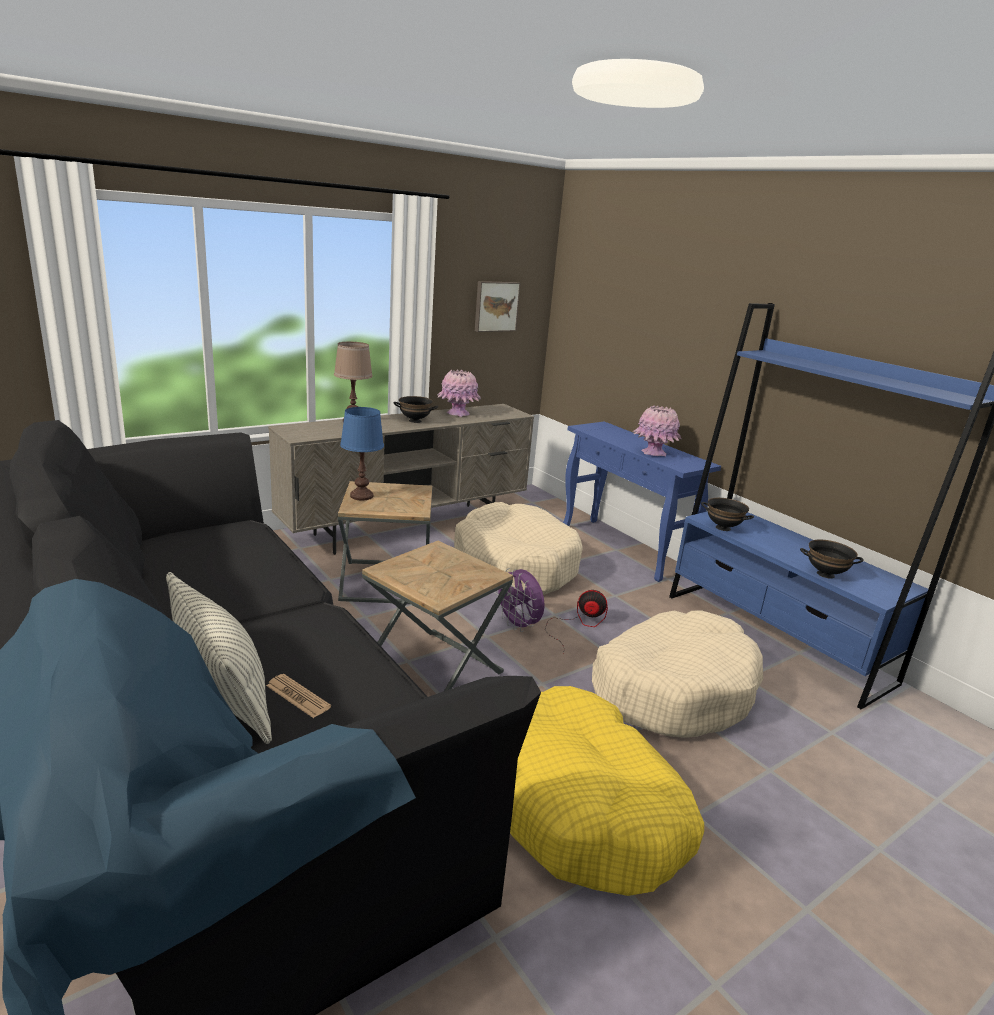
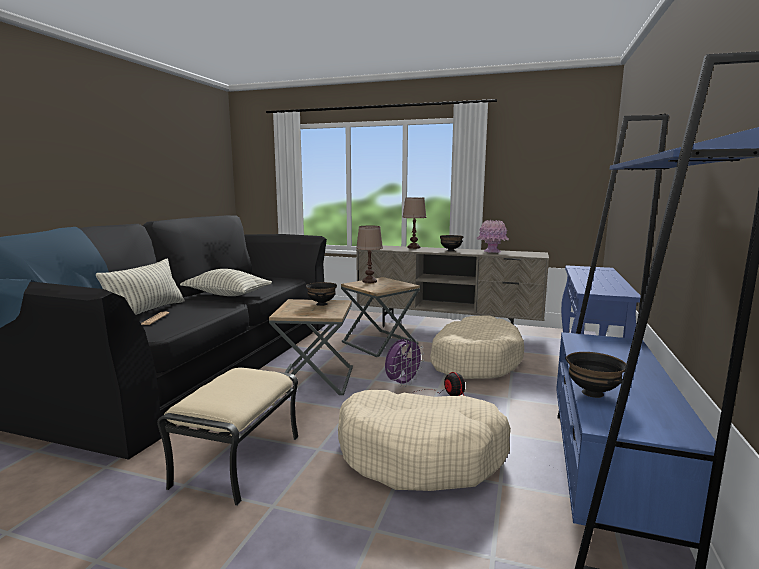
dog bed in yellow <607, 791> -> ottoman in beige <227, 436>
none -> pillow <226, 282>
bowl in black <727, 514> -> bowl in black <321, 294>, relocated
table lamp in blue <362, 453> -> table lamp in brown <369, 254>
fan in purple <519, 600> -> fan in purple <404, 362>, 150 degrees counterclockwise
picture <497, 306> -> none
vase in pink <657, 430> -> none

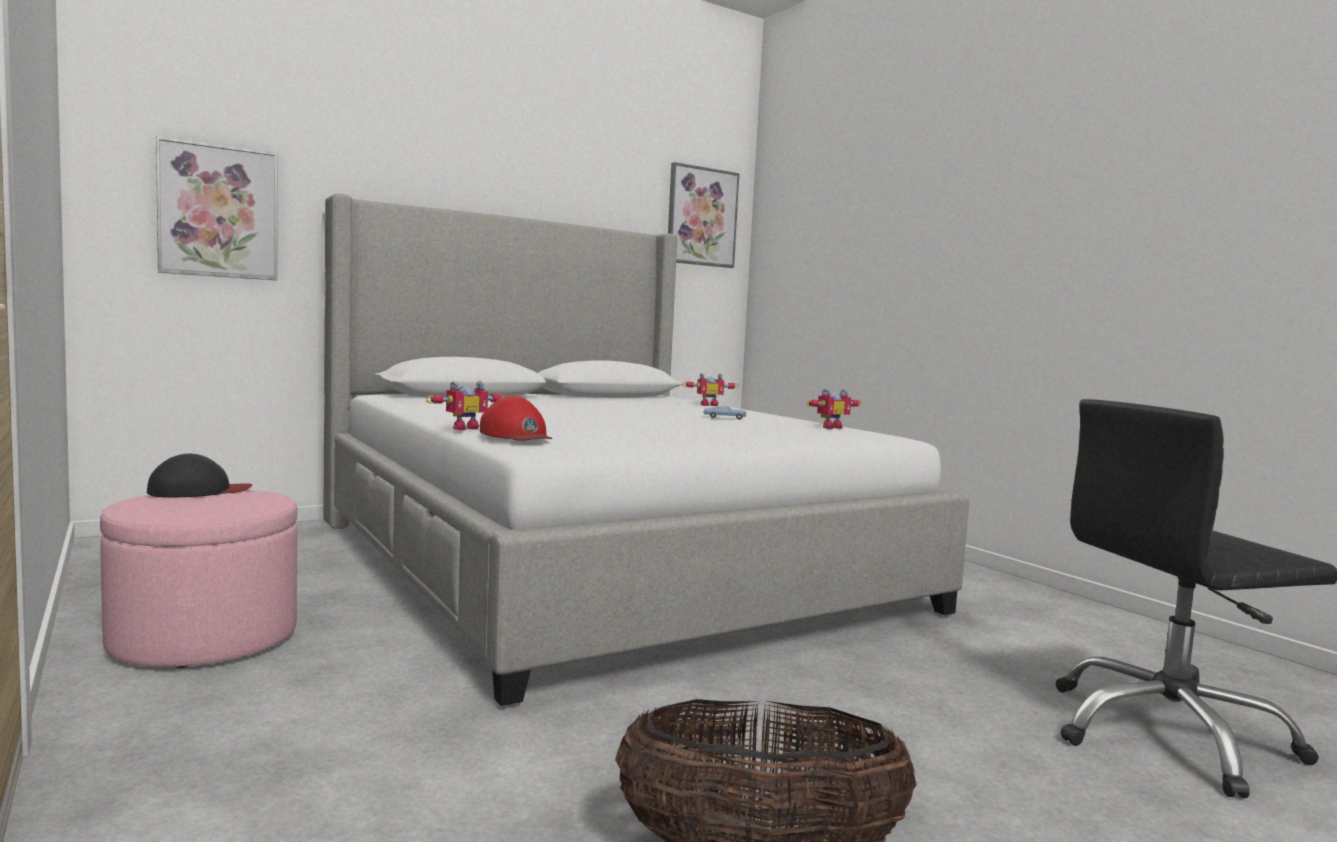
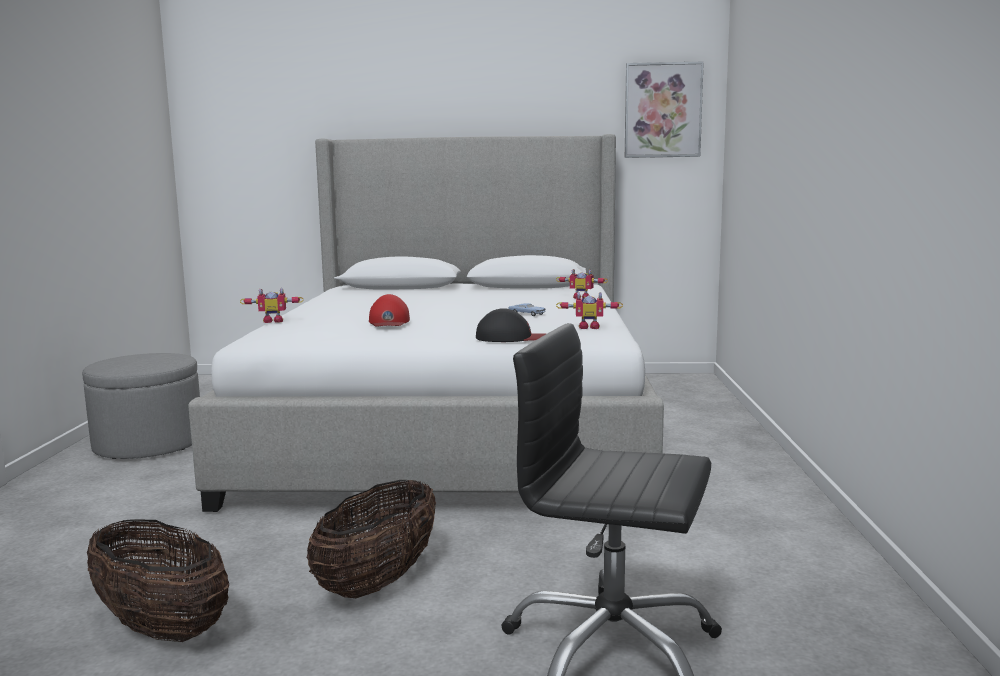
ottoman in pink <198, 579> -> ottoman in grey <141, 406>
none -> basket <371, 539>
cap in red <516, 418> -> cap in red <389, 310>, relocated
cap in black <199, 475> -> cap in black <511, 325>, relocated
picture <216, 208> -> none

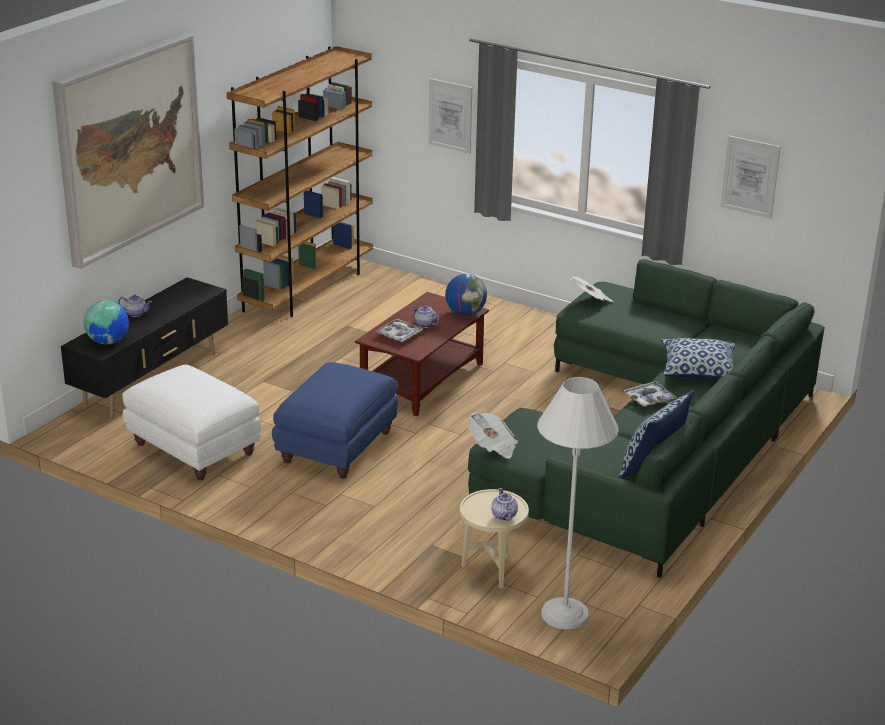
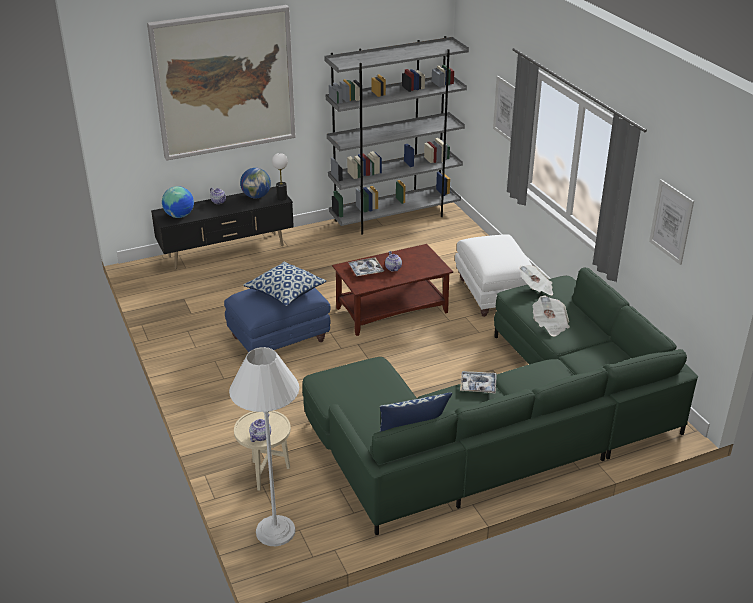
globe <466, 295> -> globe <255, 183>, relocated
pillow <698, 359> -> pillow <284, 283>, relocated
none -> table lamp <280, 177>
bookcase in brown <300, 181> -> bookcase in grey <396, 135>
ottoman in white <192, 422> -> ottoman in white <494, 275>, relocated
newspaper <493, 435> -> newspaper <551, 316>, relocated

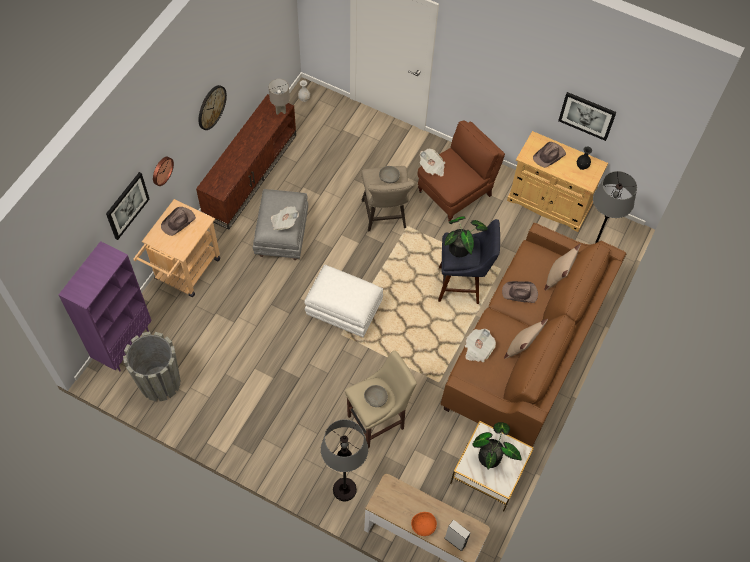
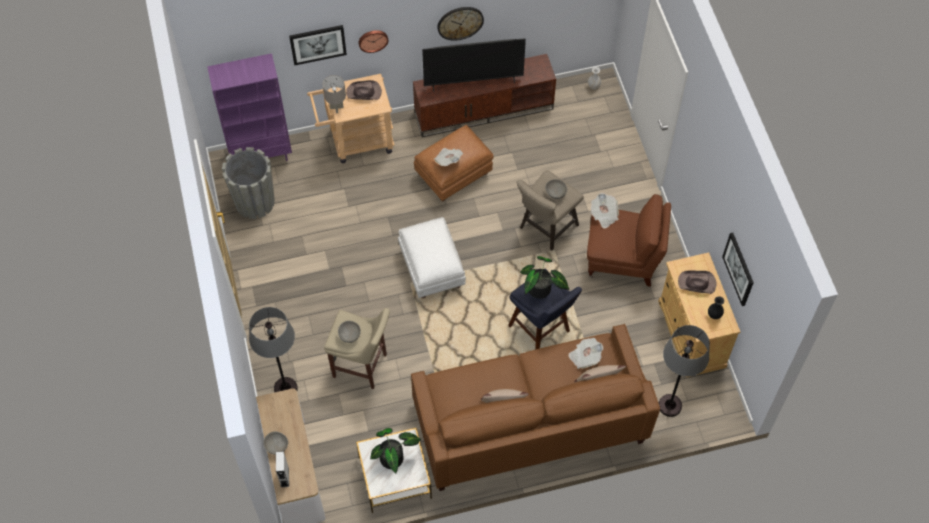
bowl in orange <424, 524> -> bowl in grey <275, 443>
table lamp in grey <279, 97> -> table lamp in grey <334, 94>, relocated
ottoman in grey <280, 224> -> ottoman in brown <454, 163>
none -> television <474, 65>
newspaper <480, 345> -> newspaper <586, 353>, relocated
hat in brown <520, 292> -> none

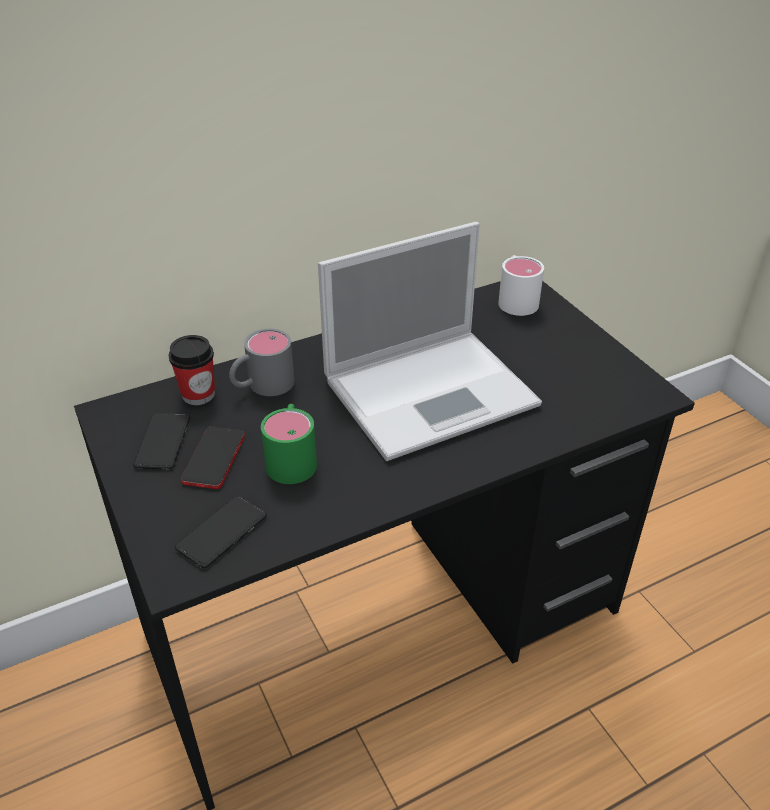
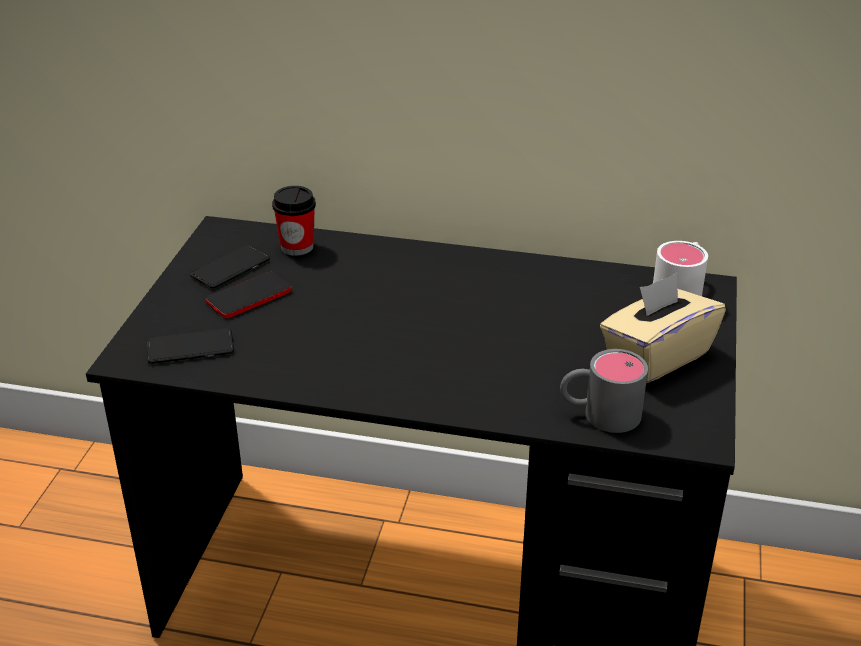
mug in grey <262, 362> -> mug in grey <604, 391>, relocated
none -> tissue box in beige <663, 328>
mug in green <289, 444> -> none
laptop <430, 341> -> none

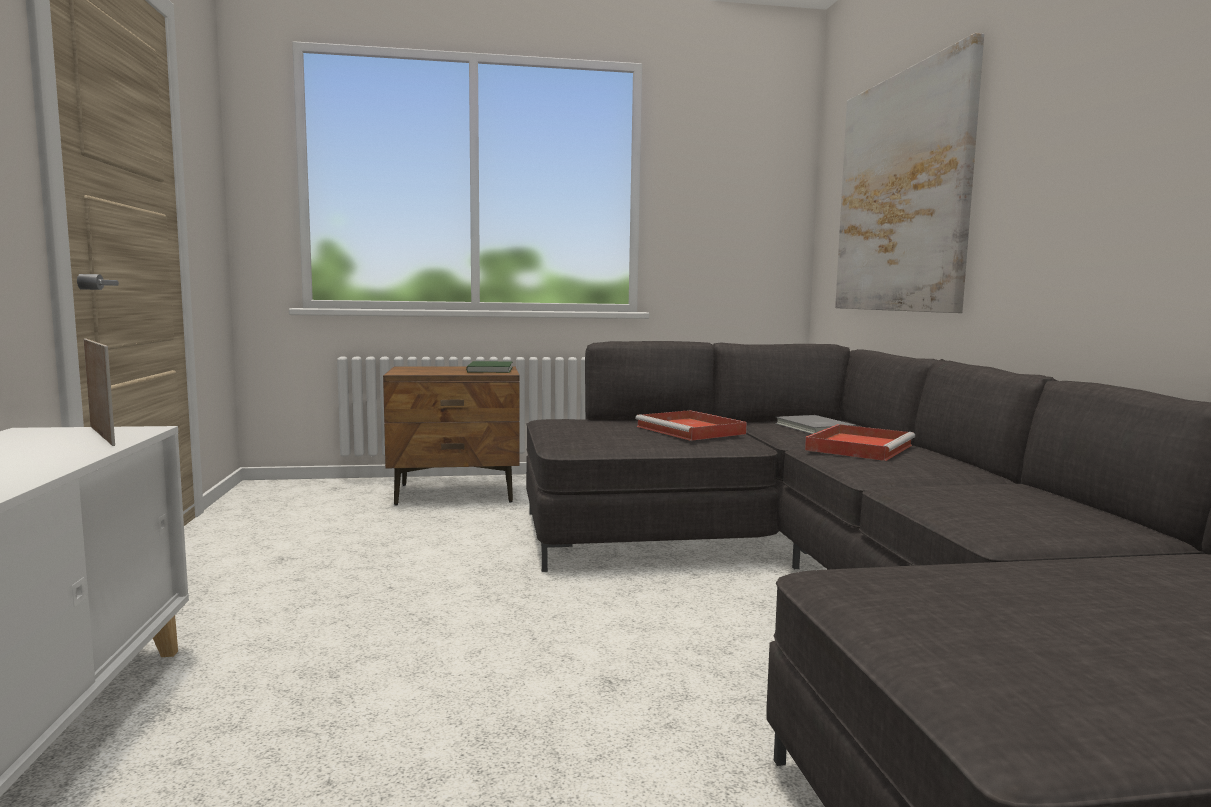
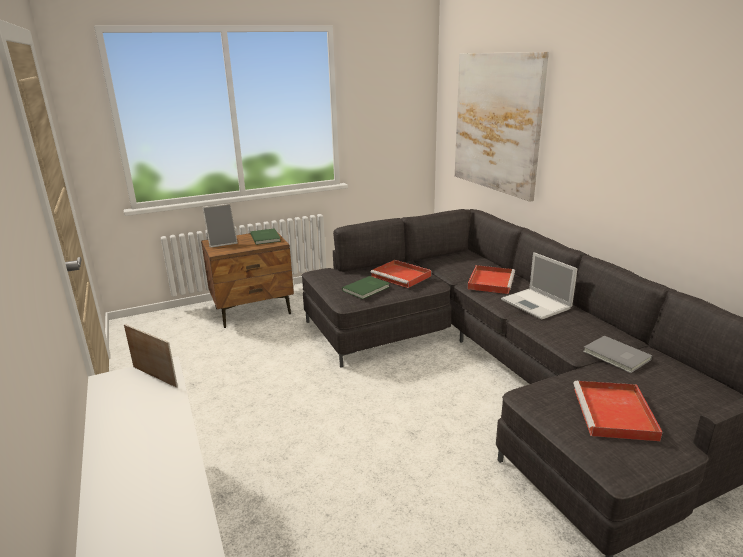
none -> picture frame <220, 226>
none -> book in green <366, 287>
none -> laptop <539, 286>
none -> tray in red <618, 411>
book in grey <815, 424> -> book in grey <617, 354>, relocated

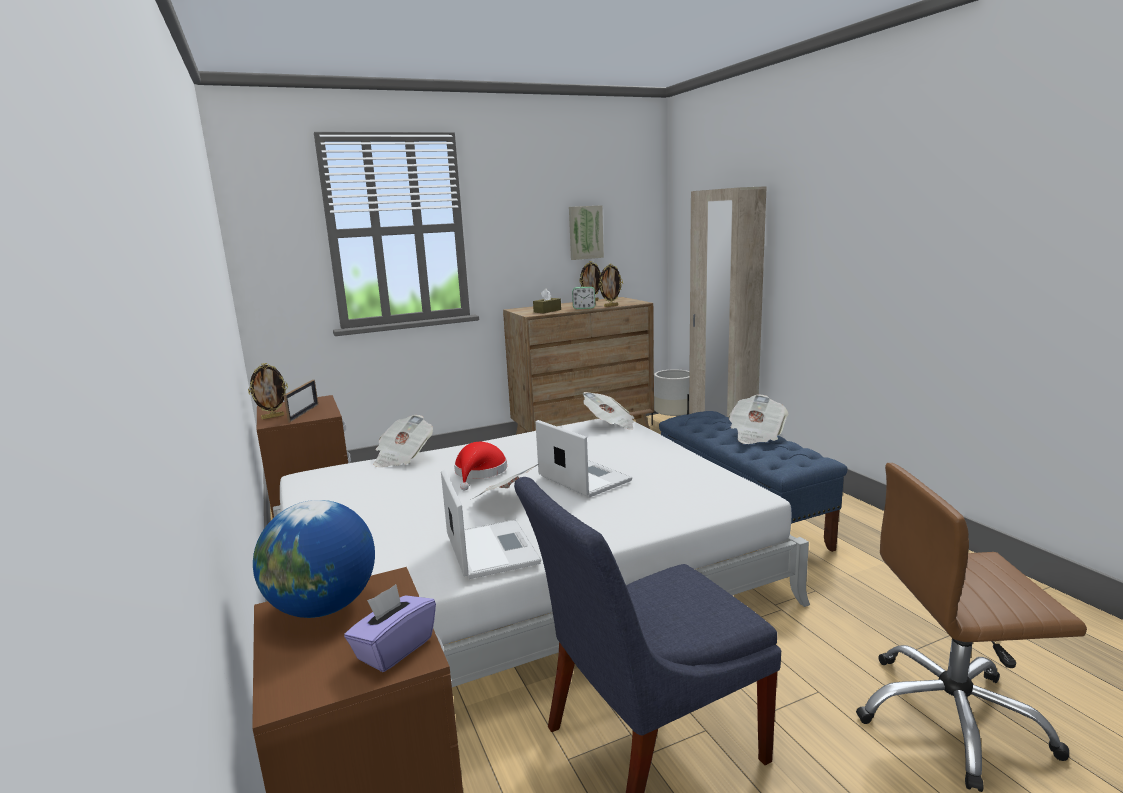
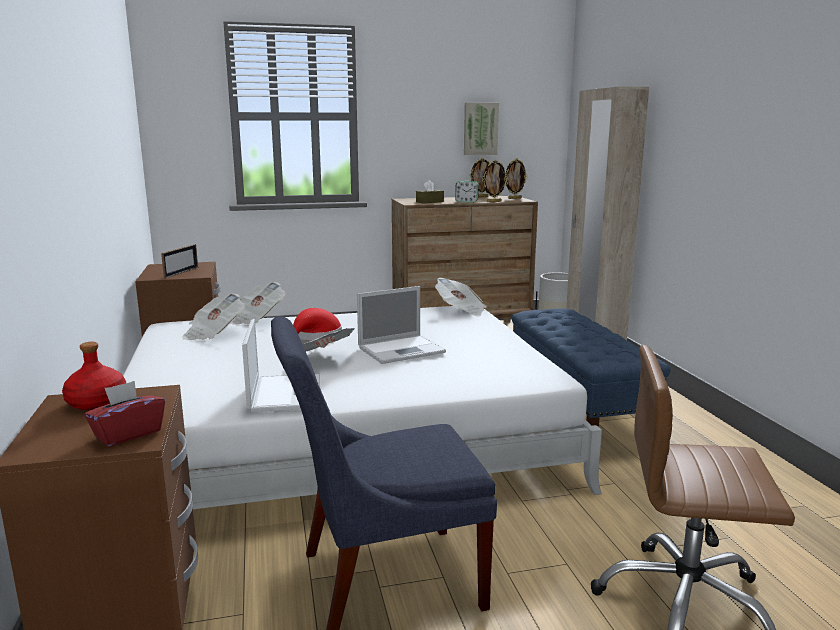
globe <314, 559> -> bottle in red <94, 376>
tissue box in purple <390, 628> -> tissue box in red <124, 414>
newspaper <758, 419> -> newspaper <213, 316>, relocated
laptop <583, 459> -> laptop <401, 325>, 90 degrees clockwise
picture frame <268, 391> -> picture frame <517, 178>, relocated

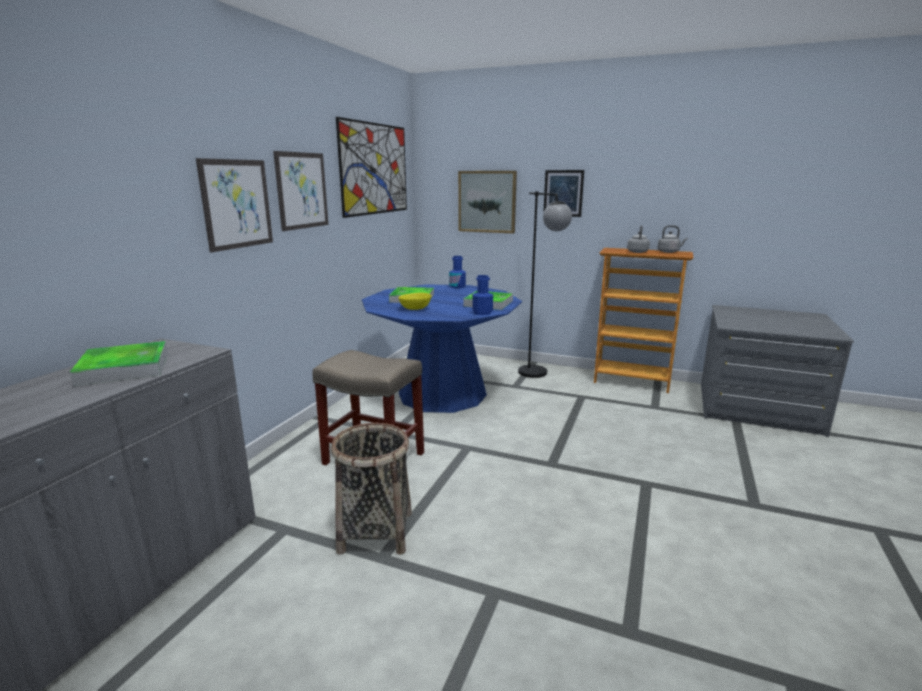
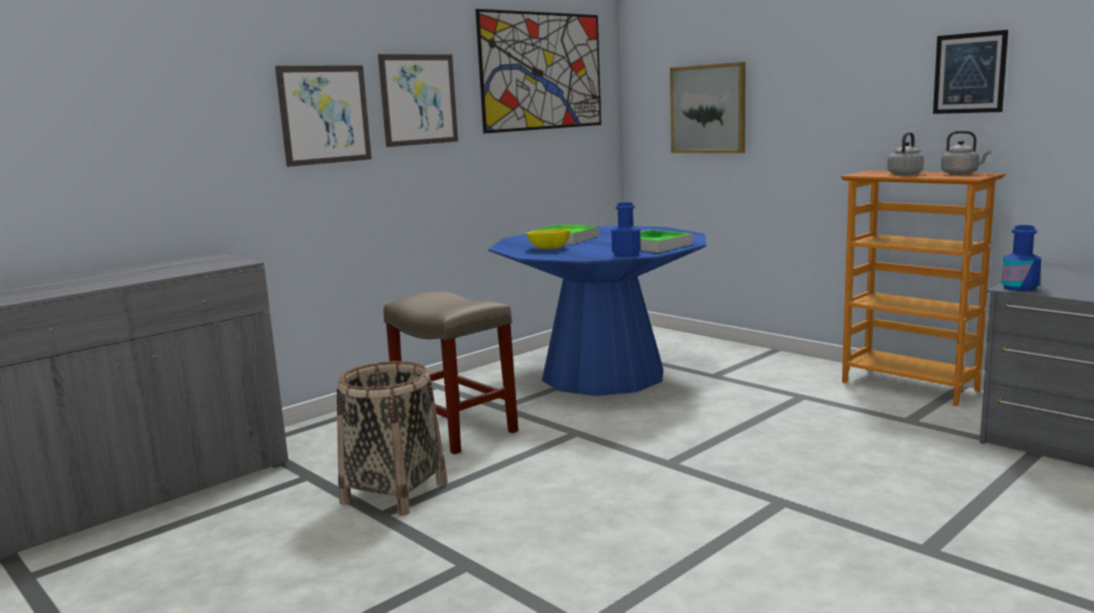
picture <563, 193> -> picture <970, 72>, relocated
bottle in blue <457, 272> -> bottle in blue <1021, 258>, relocated
tray <119, 363> -> none
floor lamp in black <545, 284> -> none

